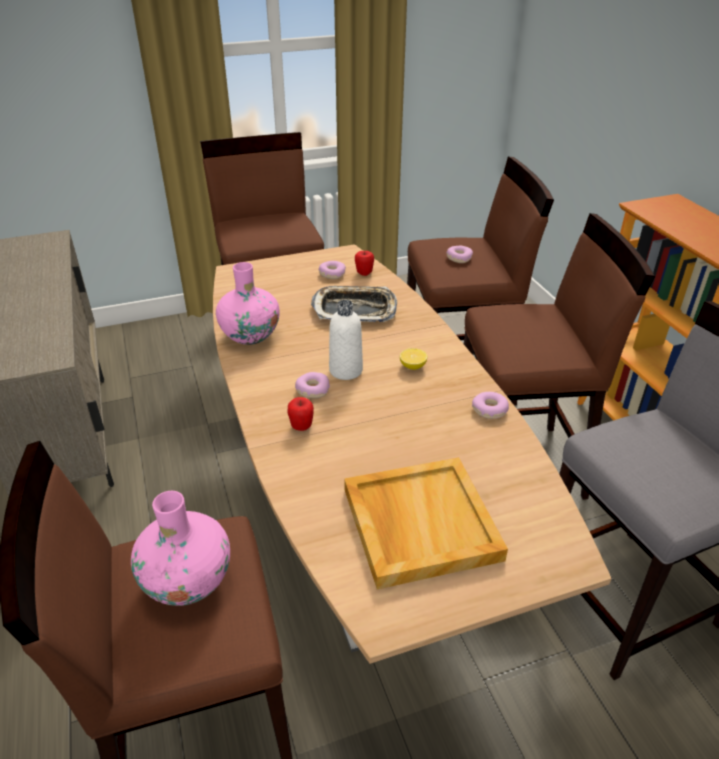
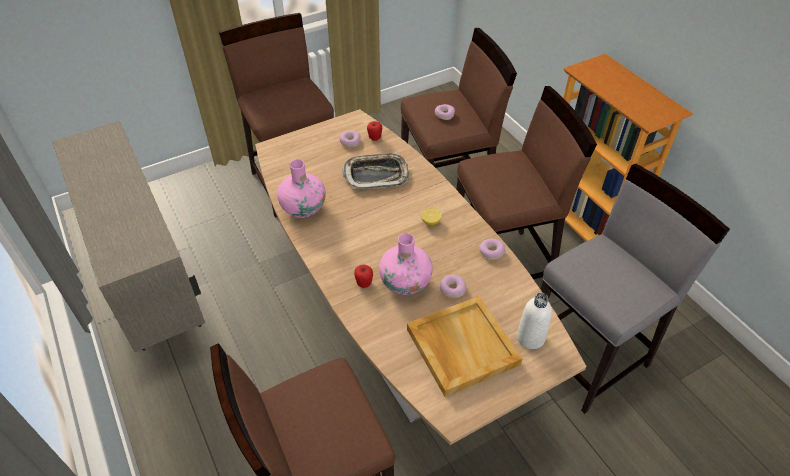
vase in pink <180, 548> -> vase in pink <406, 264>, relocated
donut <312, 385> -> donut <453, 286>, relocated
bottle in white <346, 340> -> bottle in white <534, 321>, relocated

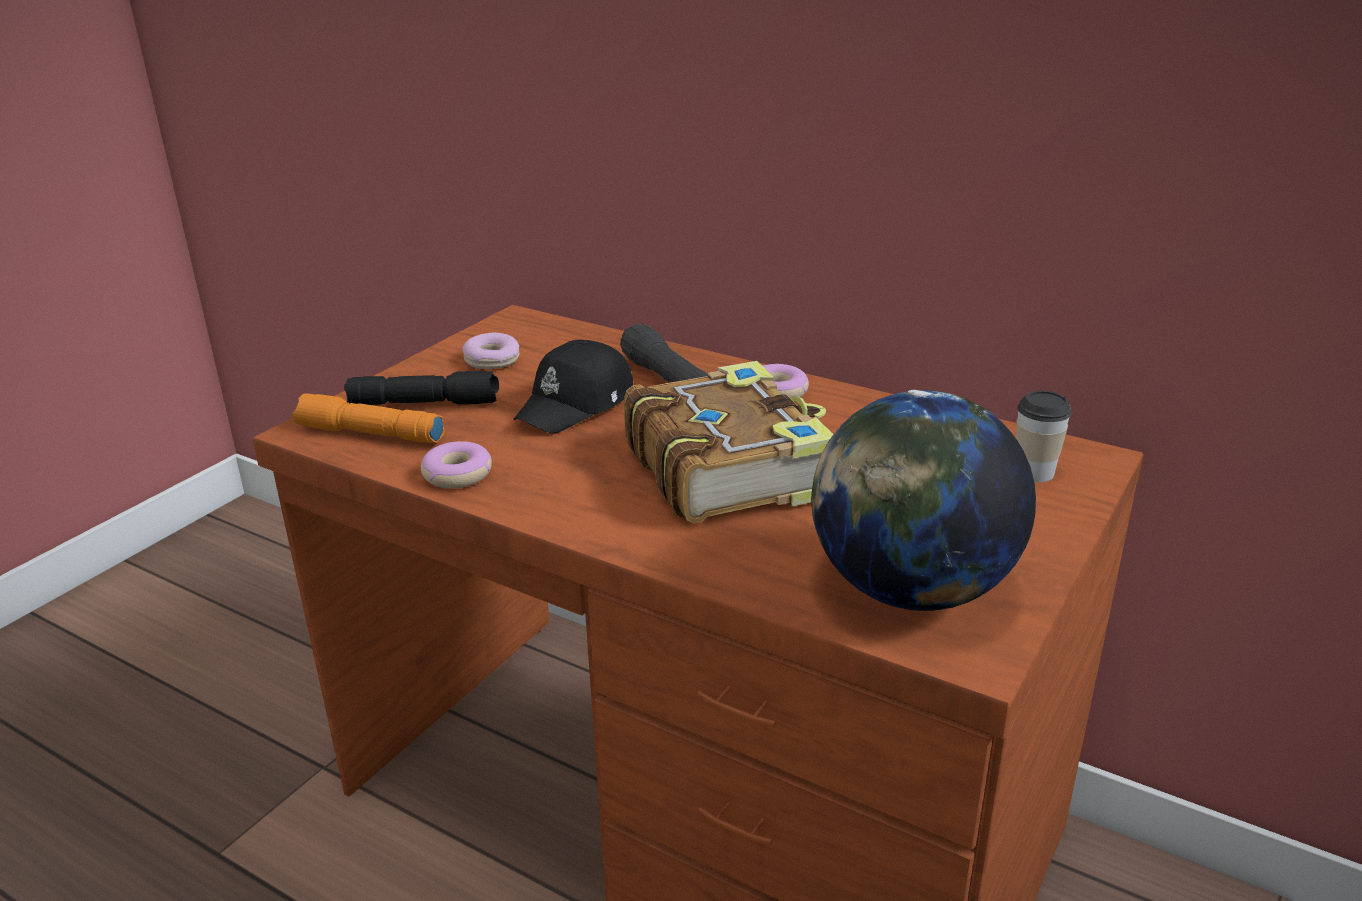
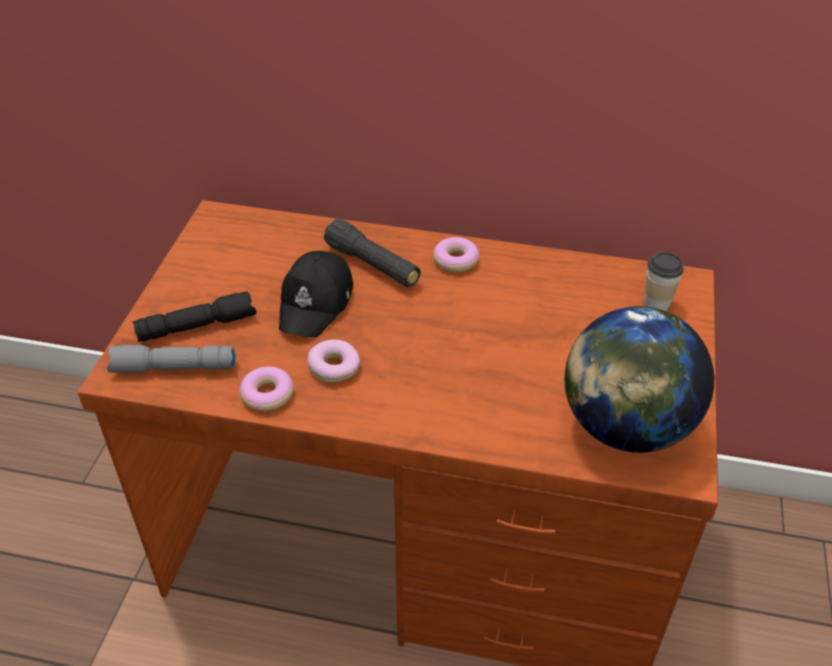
flashlight in orange <368, 418> -> flashlight in grey <171, 359>
donut <490, 351> -> donut <333, 361>, relocated
book <728, 442> -> none

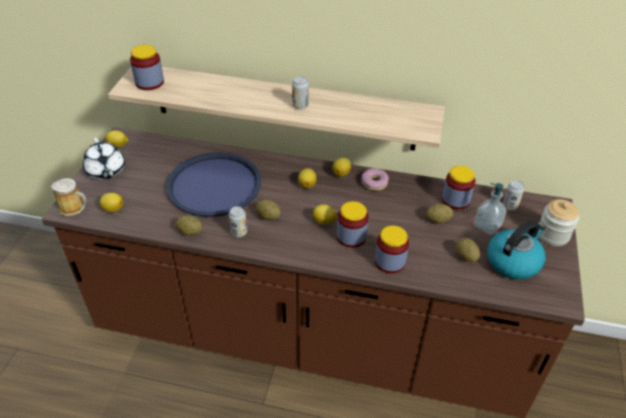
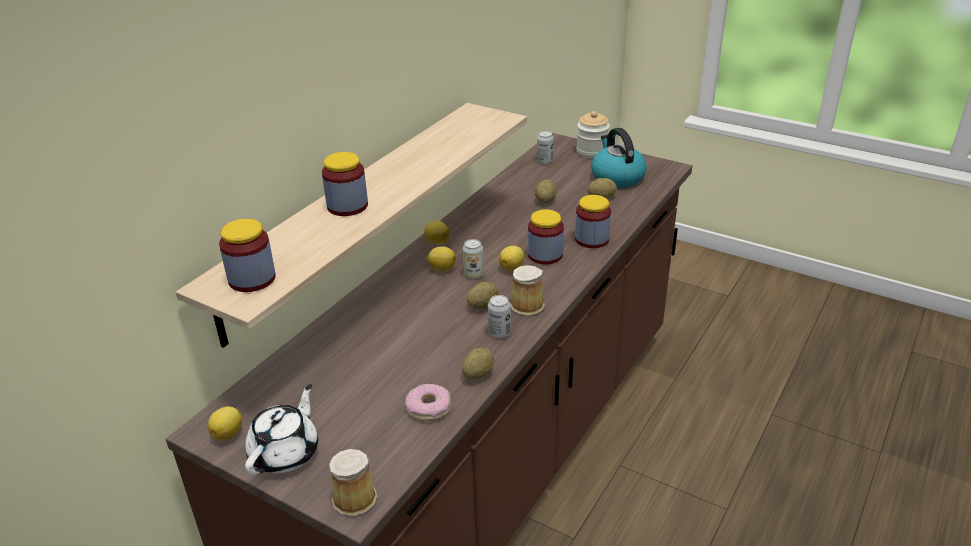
teapot in white <104, 159> -> teapot in white <281, 429>, 60 degrees counterclockwise
jar <459, 188> -> jar <345, 184>, relocated
donut <375, 179> -> donut <428, 402>, relocated
can <300, 93> -> can <473, 259>, relocated
none -> mug <527, 290>
lemon <111, 203> -> none
tray in blue <213, 184> -> none
soap dispenser <490, 209> -> none

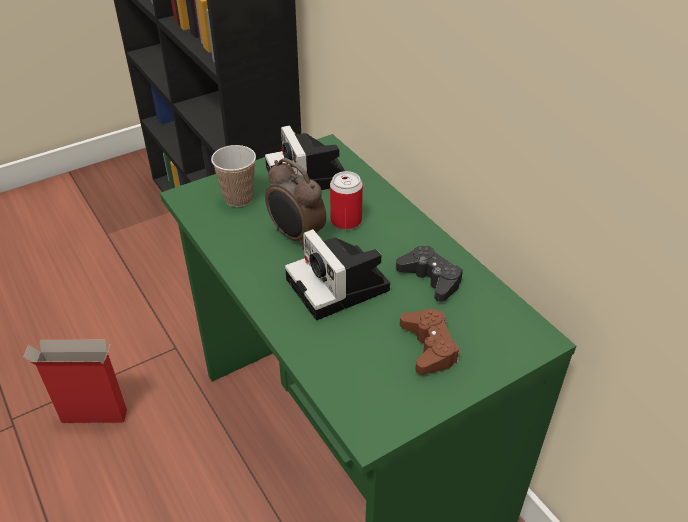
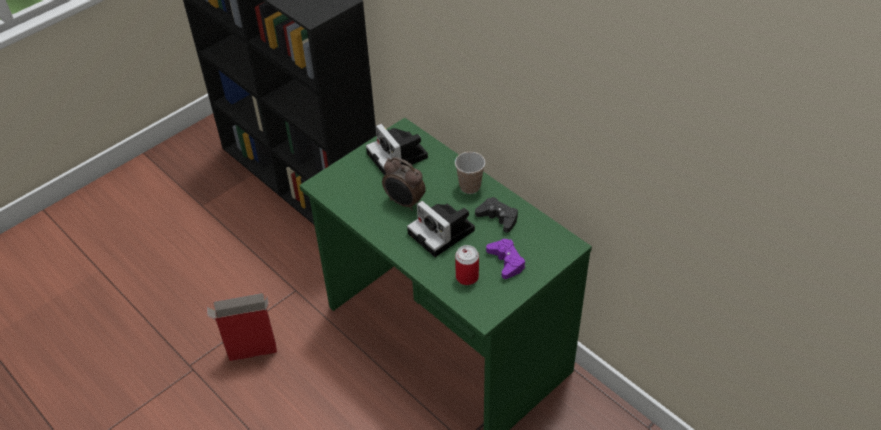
cup <233, 176> -> cup <470, 173>, relocated
can <346, 200> -> can <467, 265>, relocated
game controller in brown <430, 342> -> game controller in purple <505, 259>

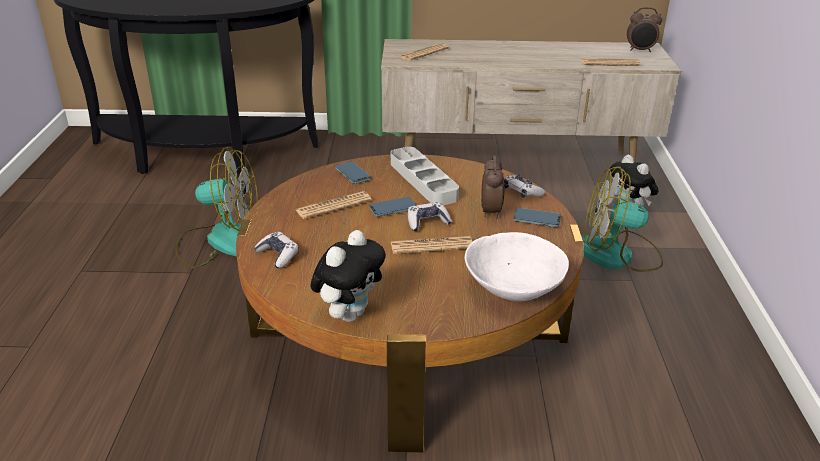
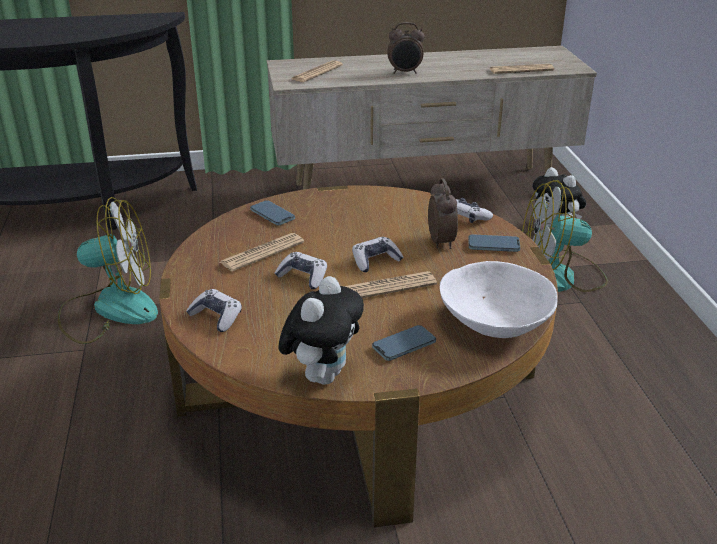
none -> game controller <300, 270>
phone <393, 207> -> phone <404, 343>, relocated
alarm clock <644, 29> -> alarm clock <406, 48>, relocated
tray in grey <425, 176> -> none

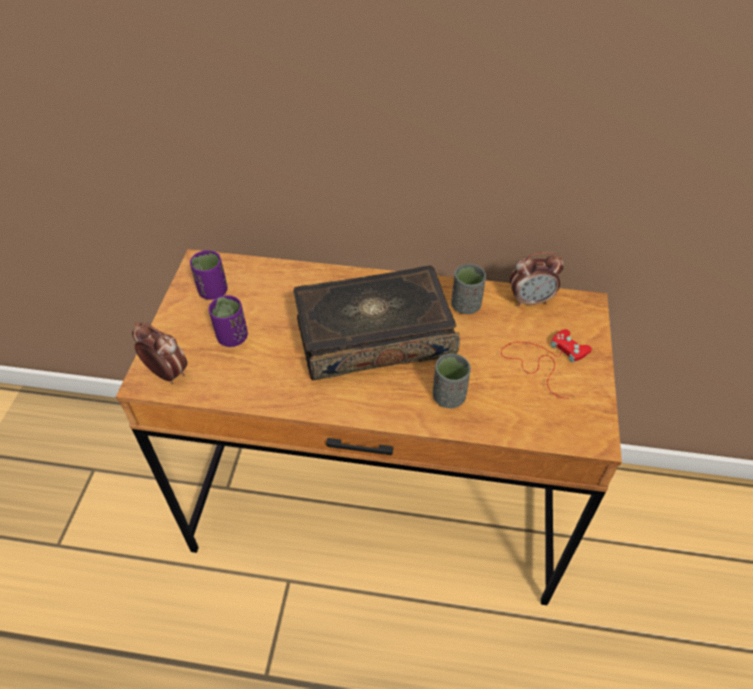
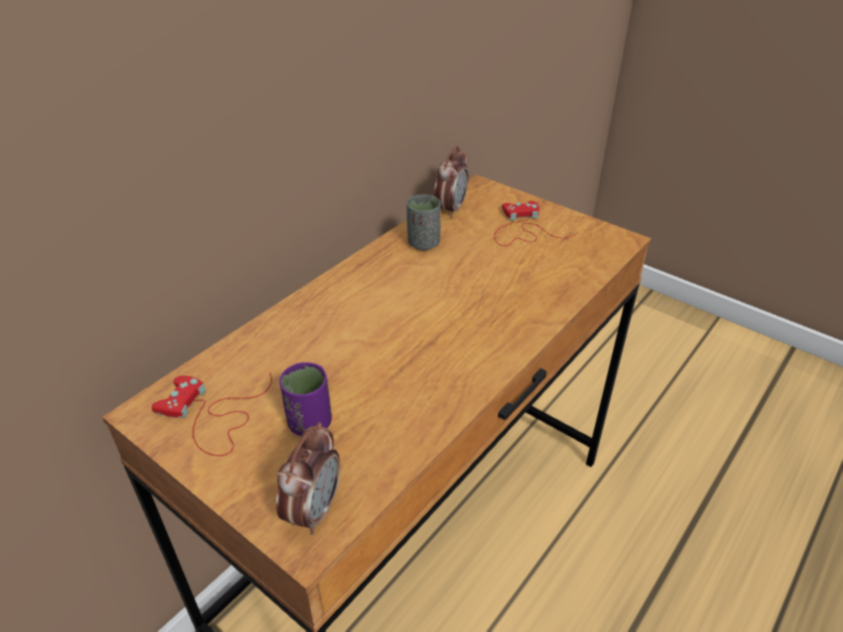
cup in purple <209, 275> -> game controller in red <212, 414>
alarm clock <159, 353> -> alarm clock <308, 478>, 135 degrees clockwise
book <377, 322> -> none
cup in grey <452, 380> -> none

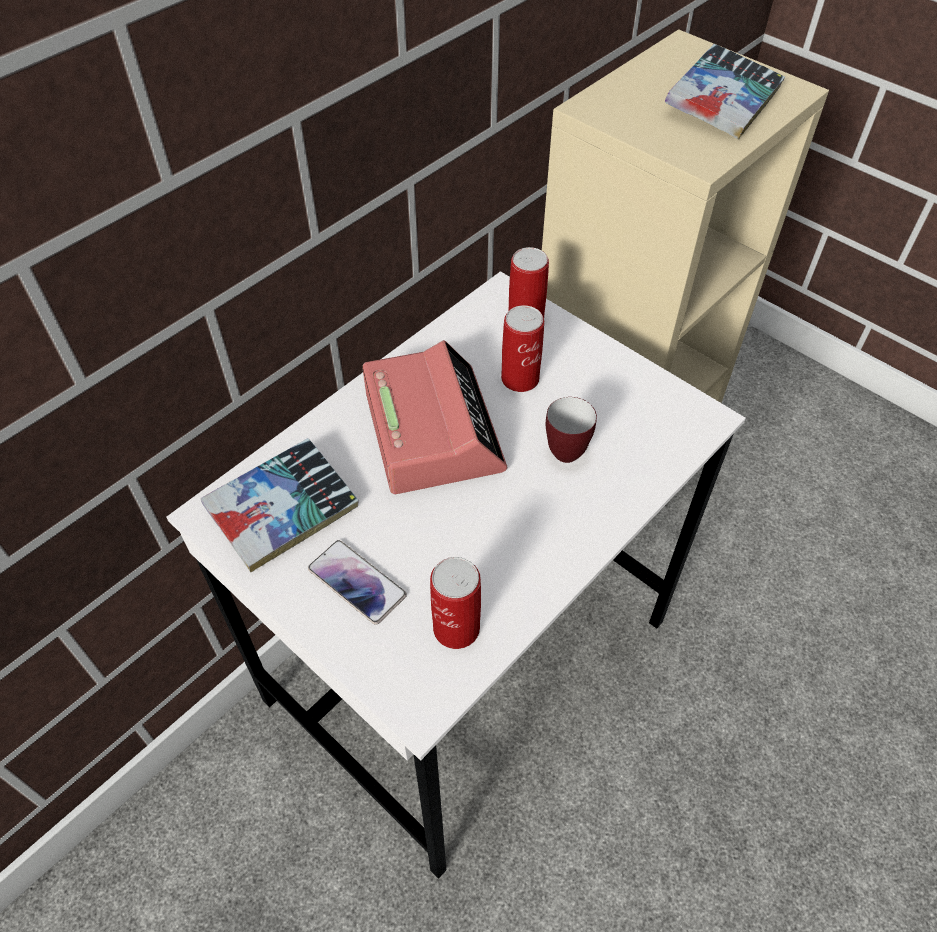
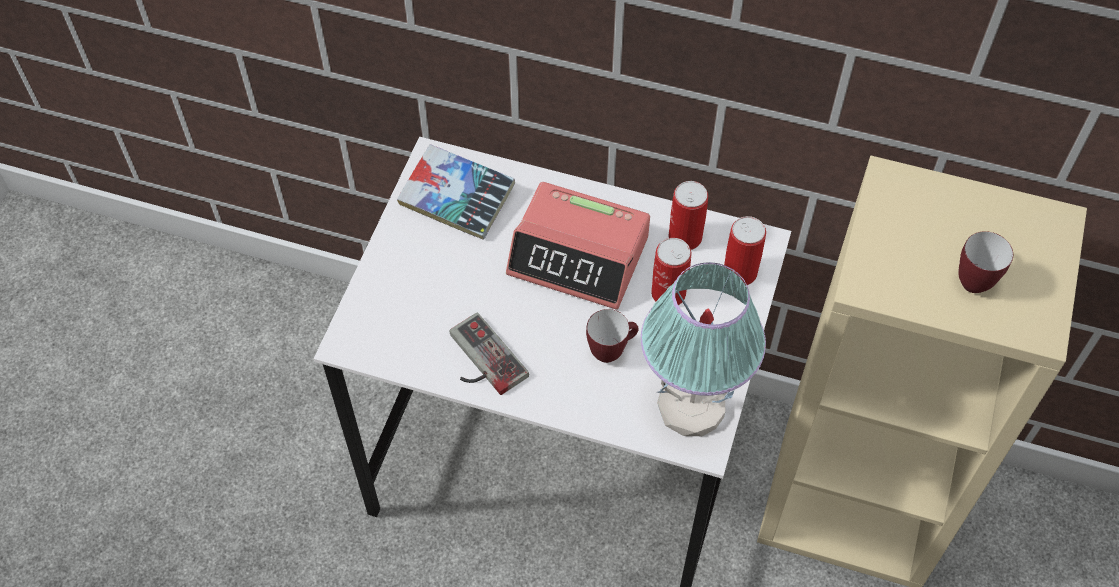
none -> game controller <489, 353>
alarm clock <434, 417> -> alarm clock <578, 246>, 60 degrees clockwise
none -> table lamp <703, 349>
can <455, 603> -> can <688, 215>, relocated
book <725, 91> -> mug <985, 262>
phone <357, 582> -> none

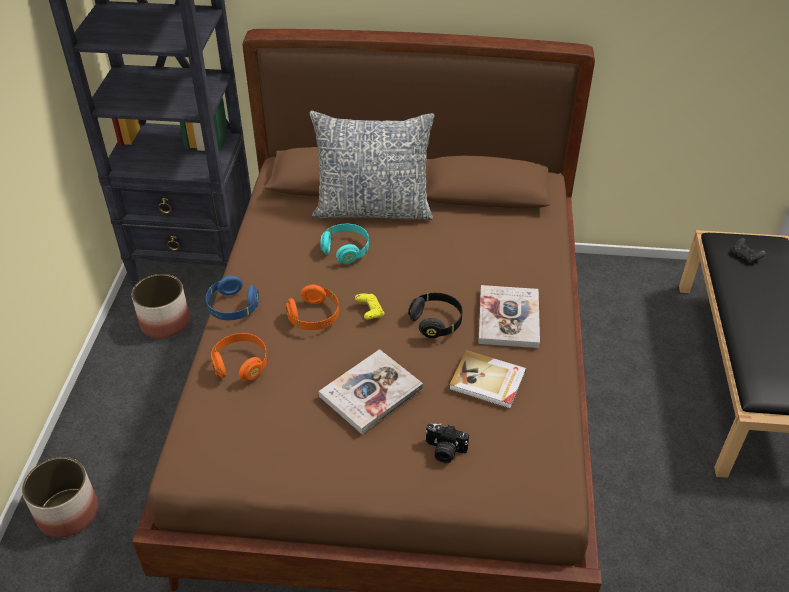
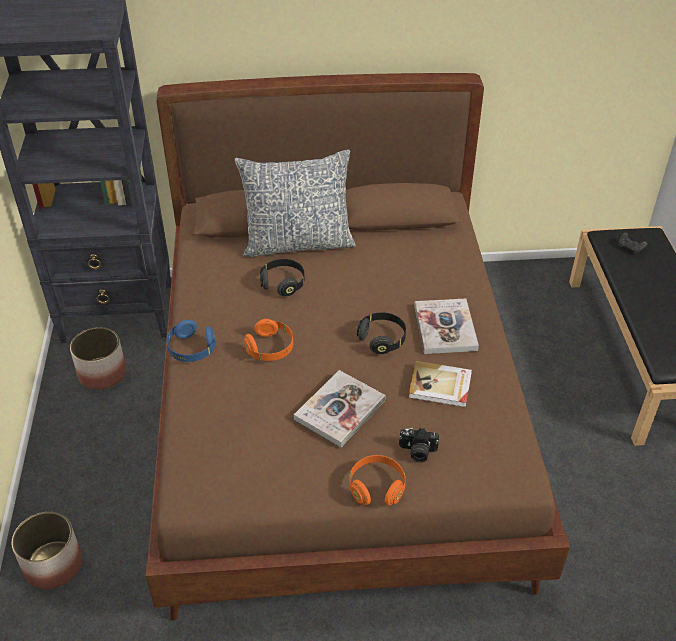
headphones in turquoise <344, 244> -> headphones in black <282, 277>
headphones in orange <239, 357> -> headphones in orange <377, 480>, relocated
game controller in yellow <369, 307> -> none

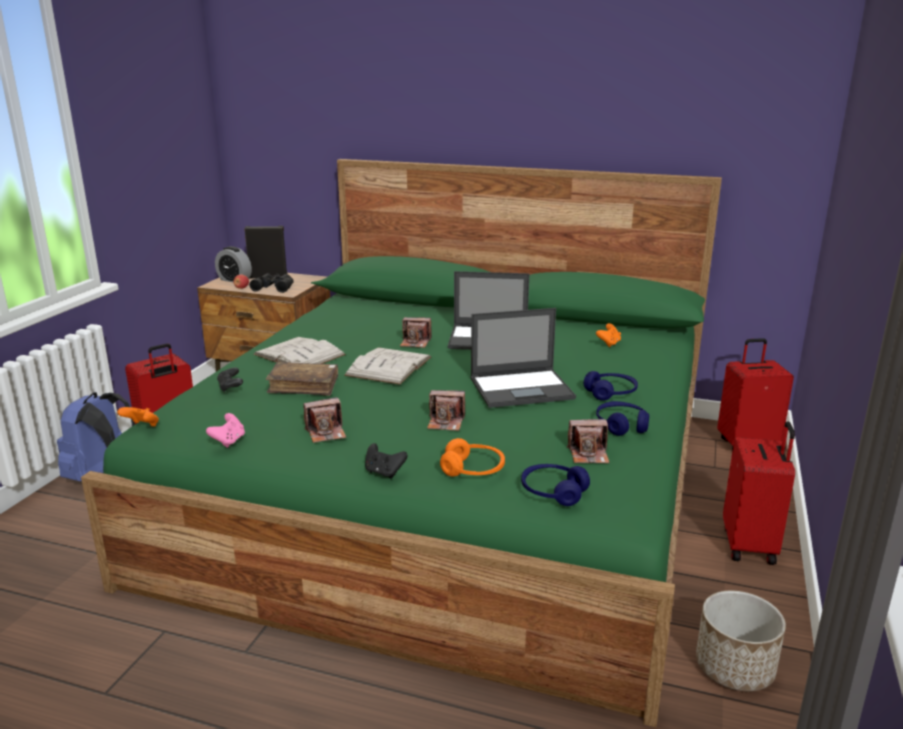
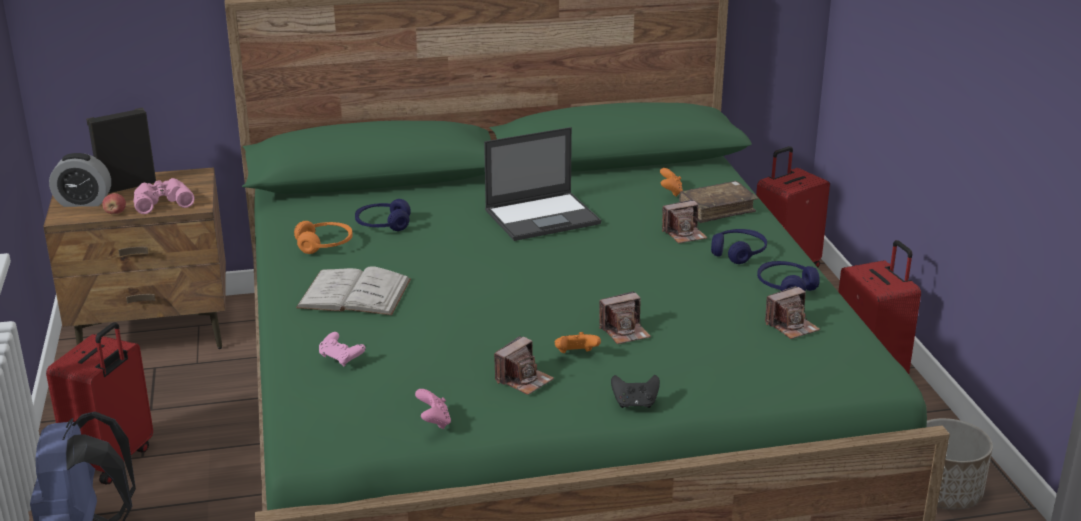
binoculars in black <271, 283> -> binoculars in pink <164, 196>
headphones in orange <472, 457> -> headphones in orange <323, 237>, relocated
game controller in black <230, 380> -> game controller in pink <342, 349>
headphones in blue <555, 485> -> headphones in blue <383, 215>, relocated
game controller in orange <138, 417> -> game controller in orange <578, 342>, relocated
photo camera <416, 332> -> photo camera <685, 222>, relocated
book in brown <302, 379> -> book in brown <718, 202>, relocated
book in white <388, 366> -> none
laptop <523, 358> -> none

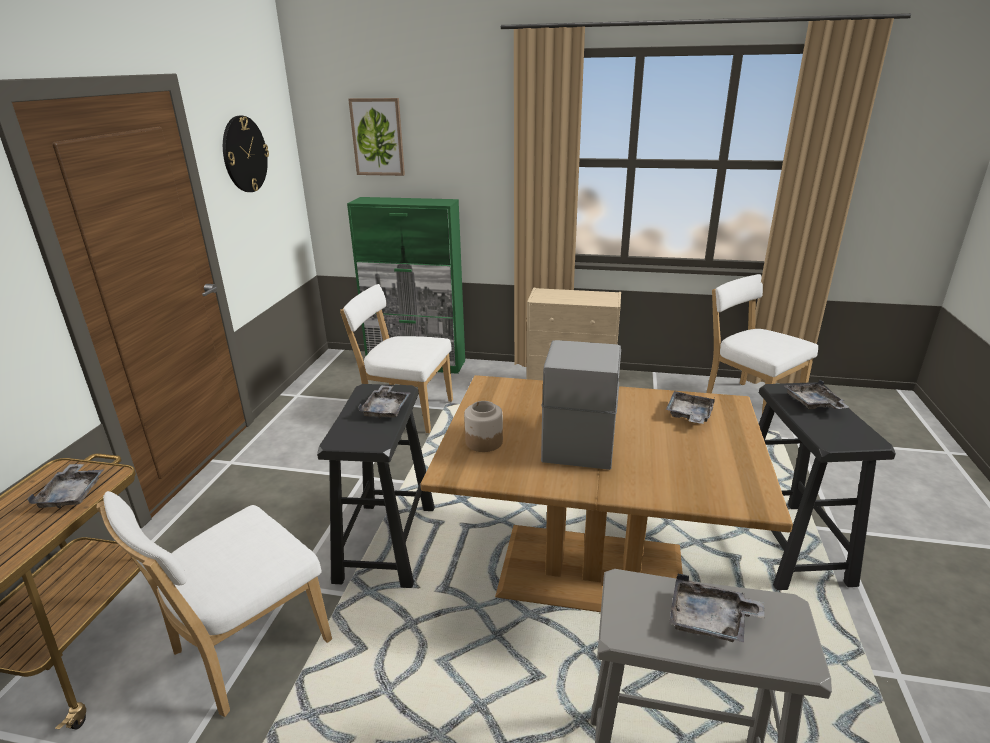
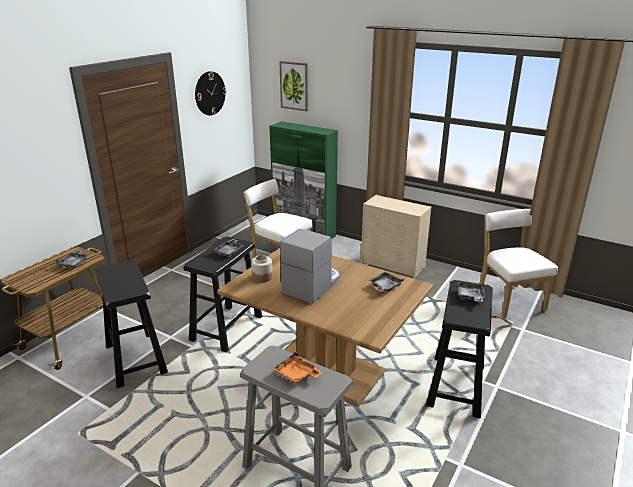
chair in white <214, 604> -> stool in black <131, 324>
tray in grey <716, 608> -> tray in orange <297, 368>

